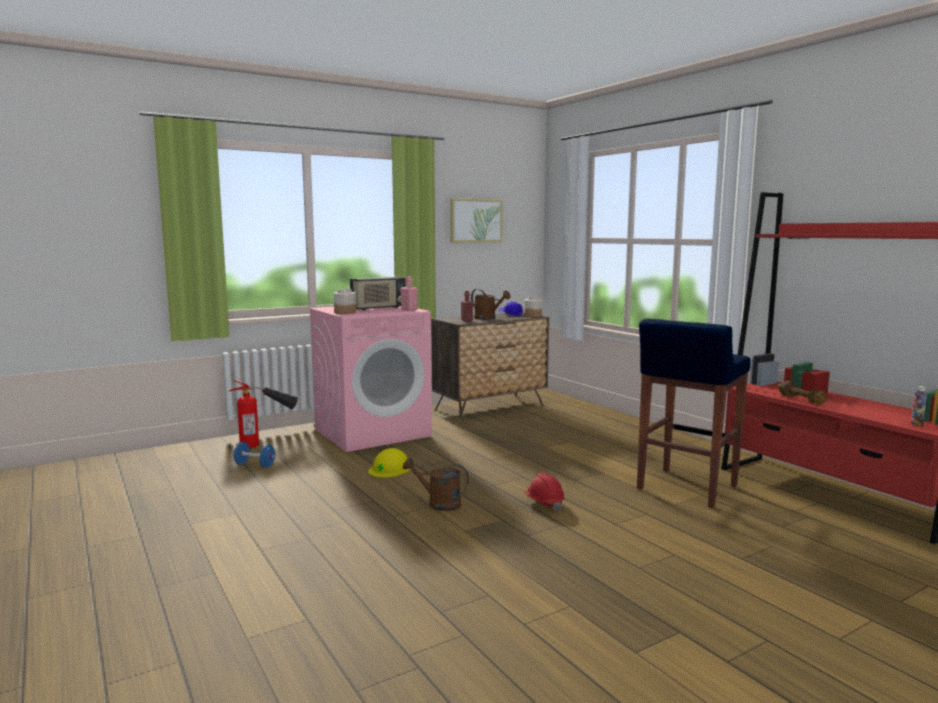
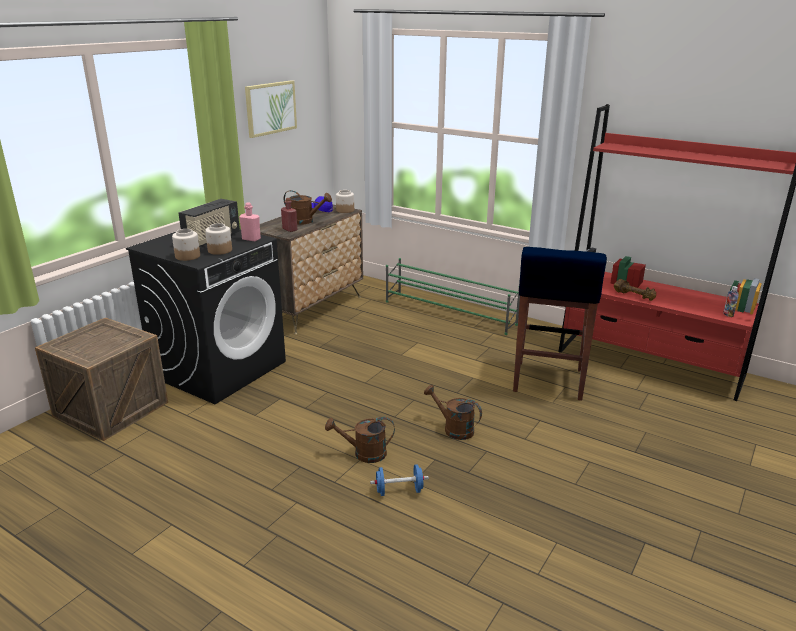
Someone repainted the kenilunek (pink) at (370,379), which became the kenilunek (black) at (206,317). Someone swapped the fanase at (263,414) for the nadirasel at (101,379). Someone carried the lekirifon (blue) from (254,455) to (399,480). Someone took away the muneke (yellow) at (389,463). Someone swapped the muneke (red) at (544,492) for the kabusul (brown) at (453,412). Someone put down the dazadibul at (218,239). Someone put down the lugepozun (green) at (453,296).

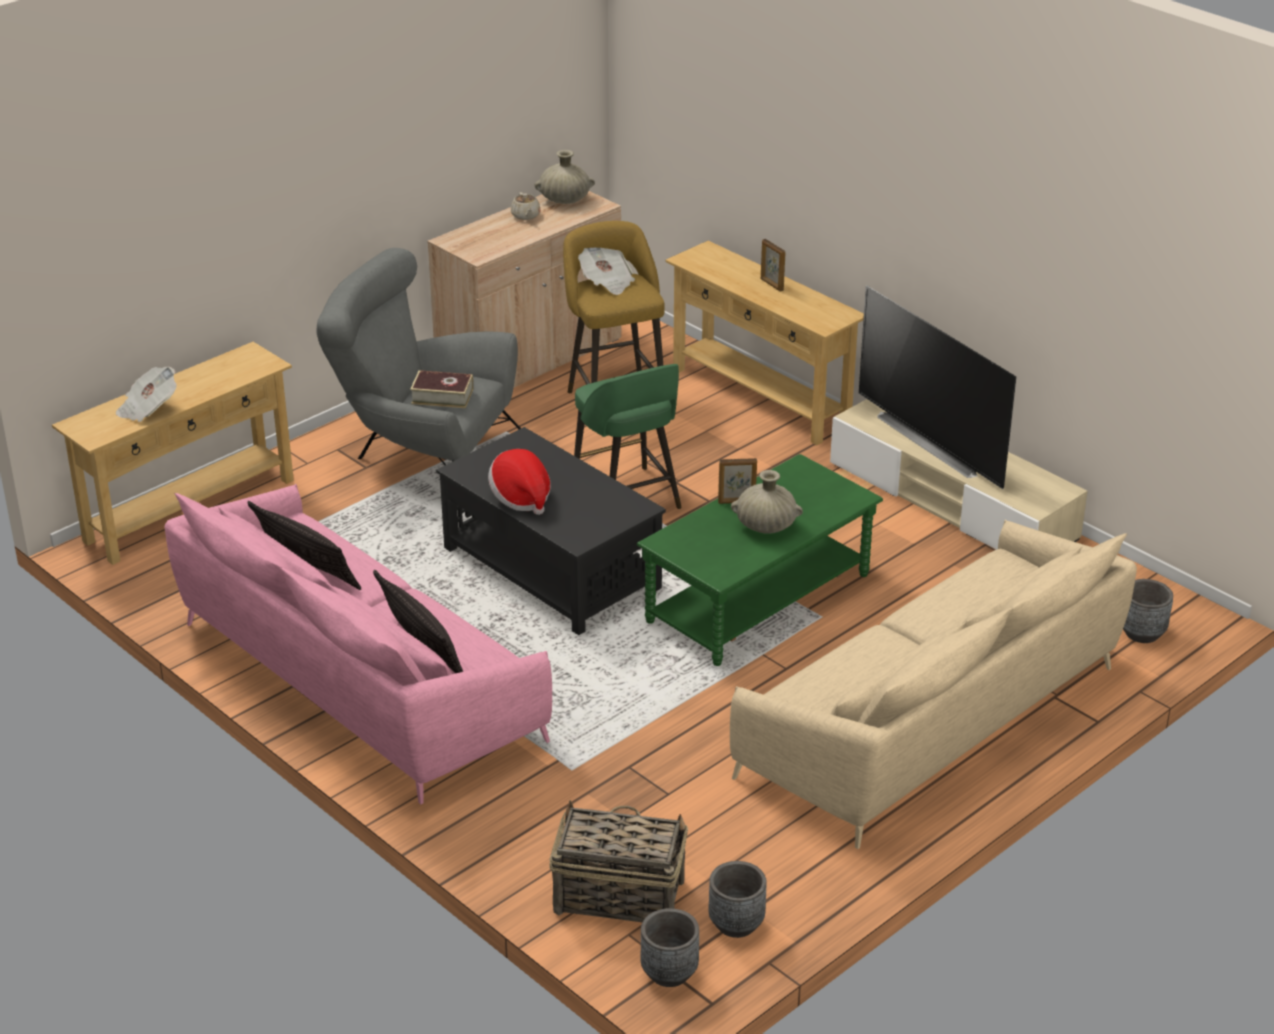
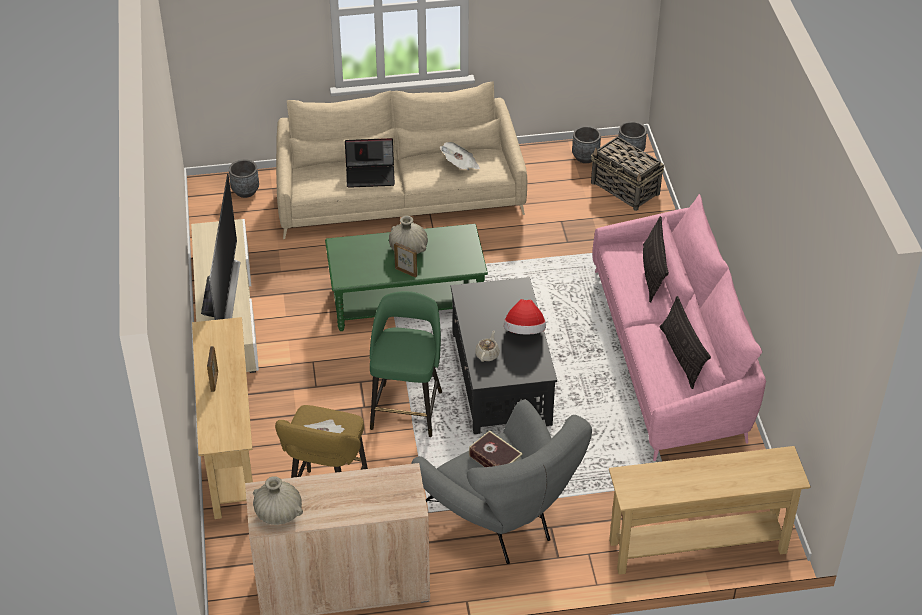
Someone carried the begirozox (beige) from (525,206) to (487,346). Someone carried the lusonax from (146,394) to (460,156). Someone put down the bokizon at (370,163).

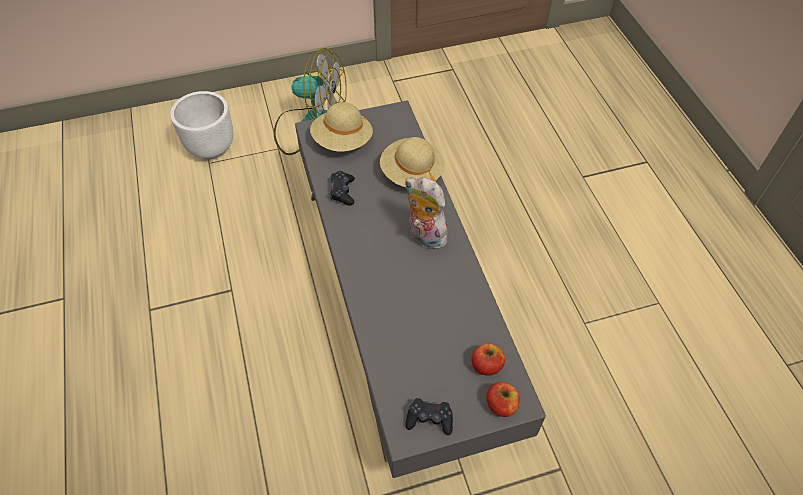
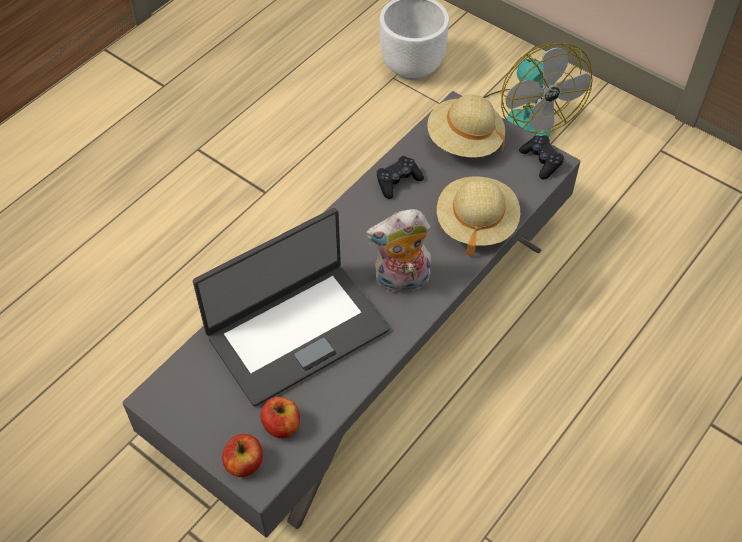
Someone rotated the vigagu at (426,213) by 105 degrees counterclockwise. Someone carried the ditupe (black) from (429,416) to (541,157). Someone put down the bokizon at (291,307).

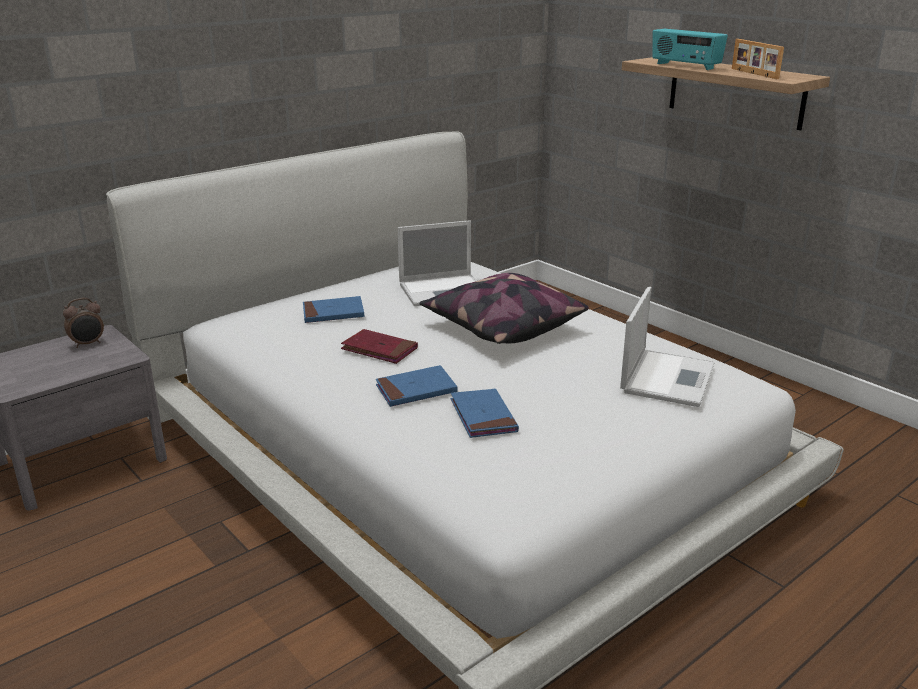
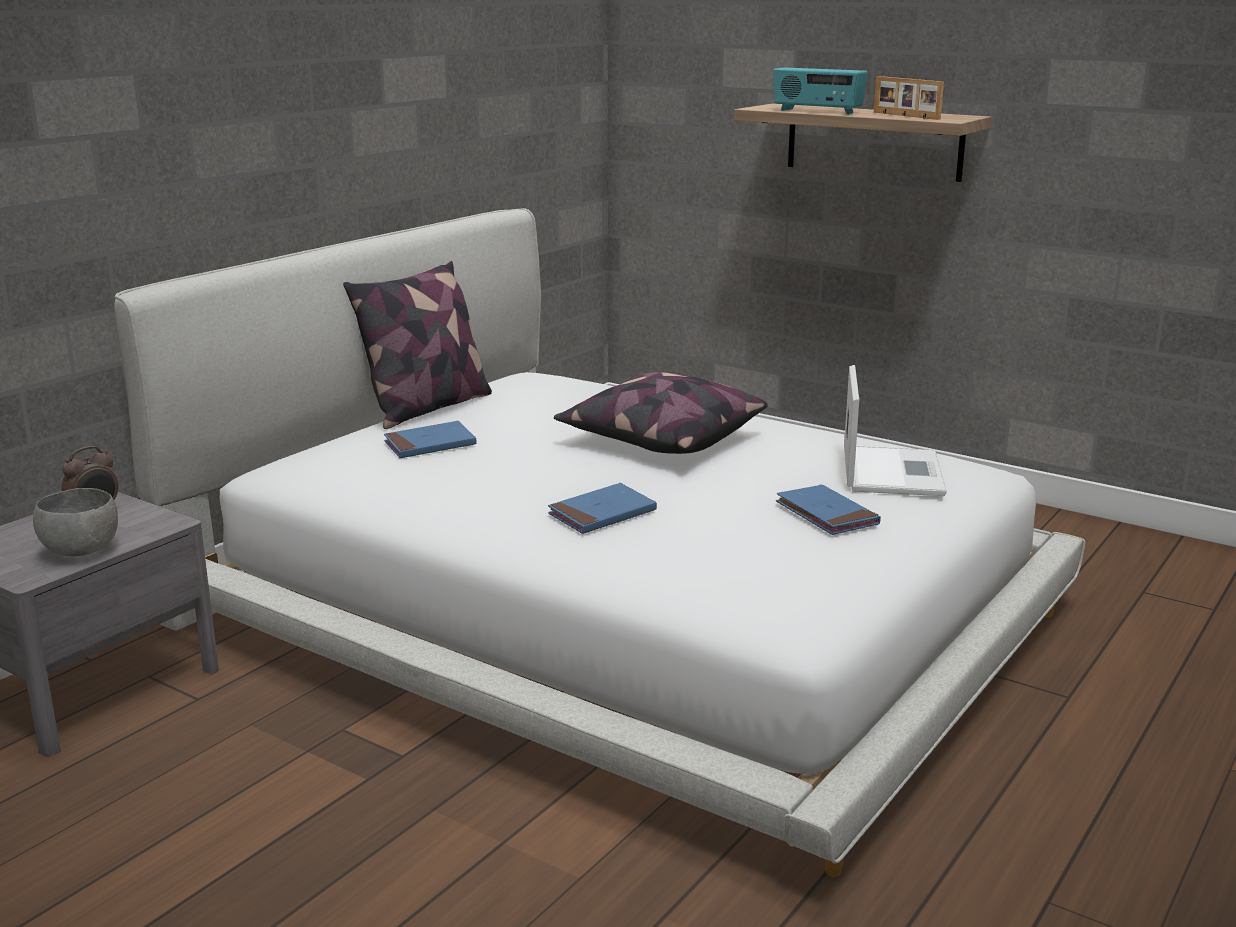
Someone took away the bokizon at (437,263). Someone took away the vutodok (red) at (379,346). Someone carried the vutodok (blue) from (484,413) to (828,510). Someone put down the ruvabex at (417,345). Someone put down the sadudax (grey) at (75,522).

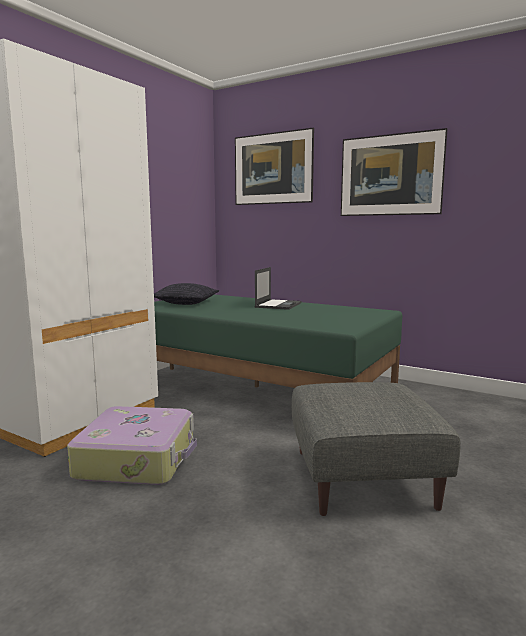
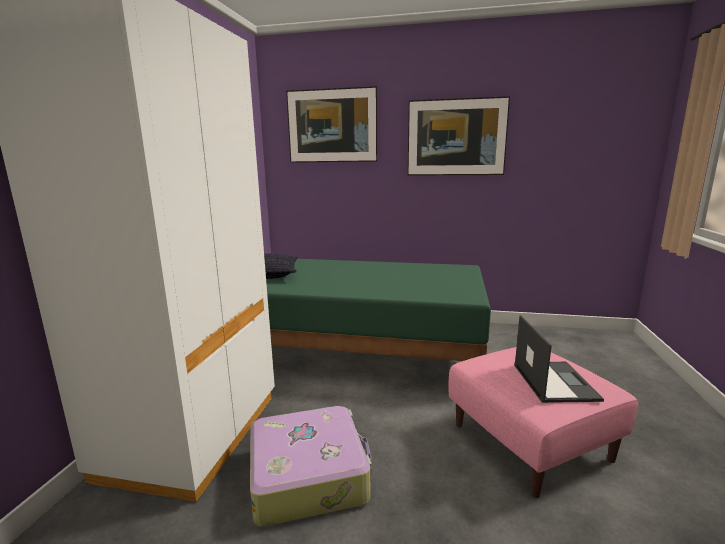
Someone carried the bokizon from (278,288) to (559,359). Someone repainted the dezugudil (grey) at (376,449), which became the dezugudil (pink) at (543,422).

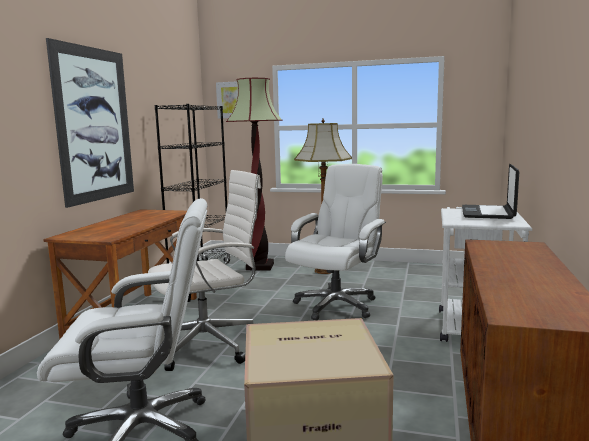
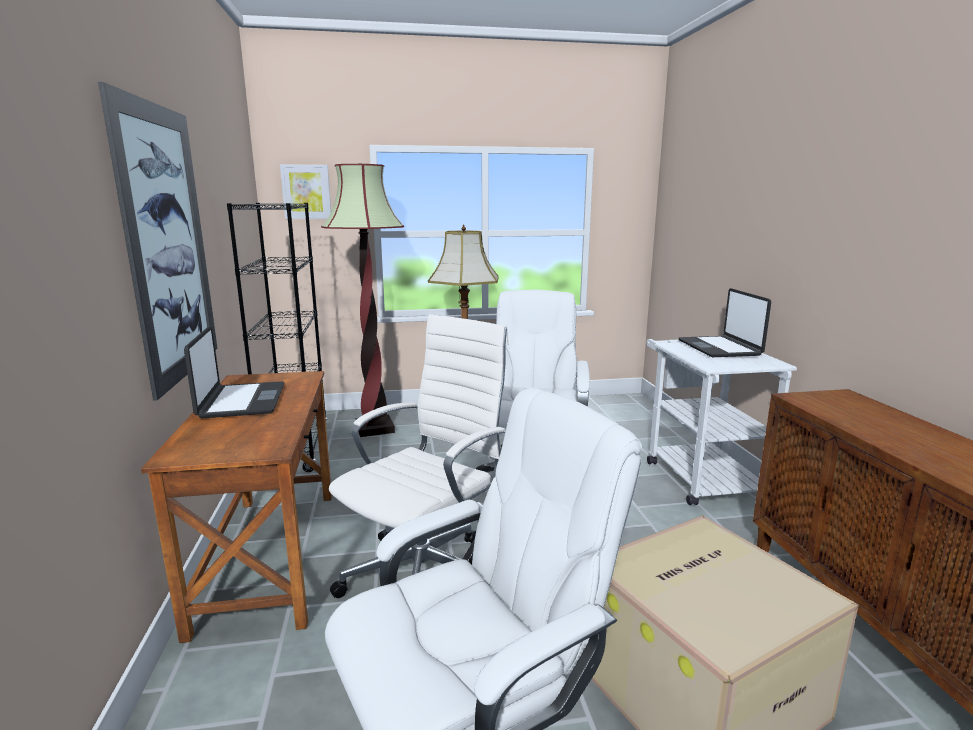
Someone put down the bokizon at (234,372).

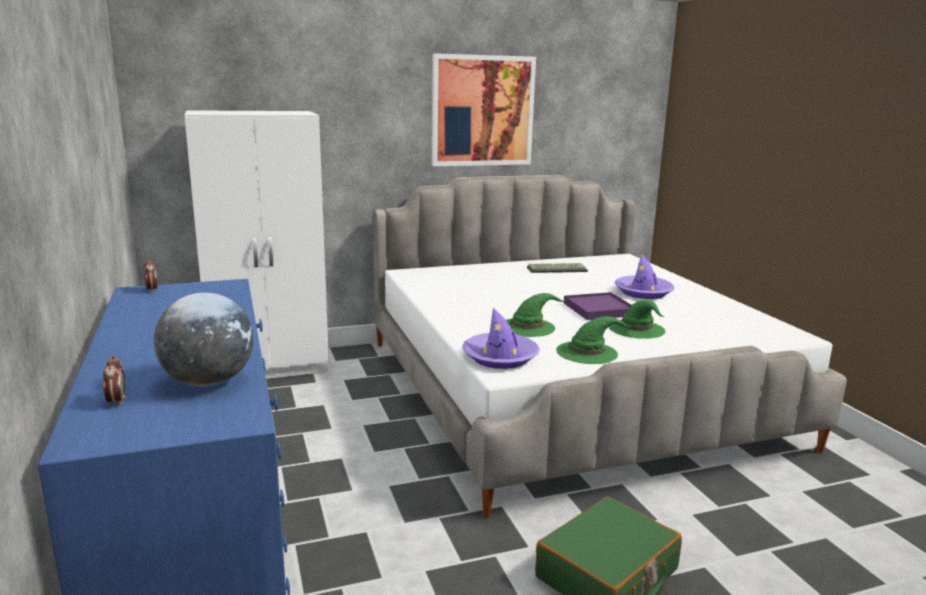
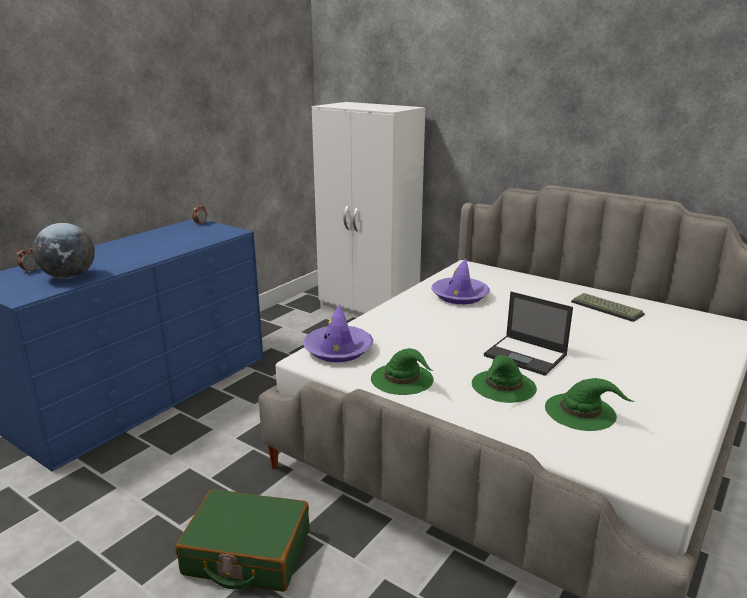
Someone took away the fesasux at (484,109). Someone carried the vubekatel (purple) from (644,276) to (460,281). Someone swapped the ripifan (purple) at (598,306) for the bokizon at (528,334). Someone carried the vubekatel (green) from (536,315) to (590,404).

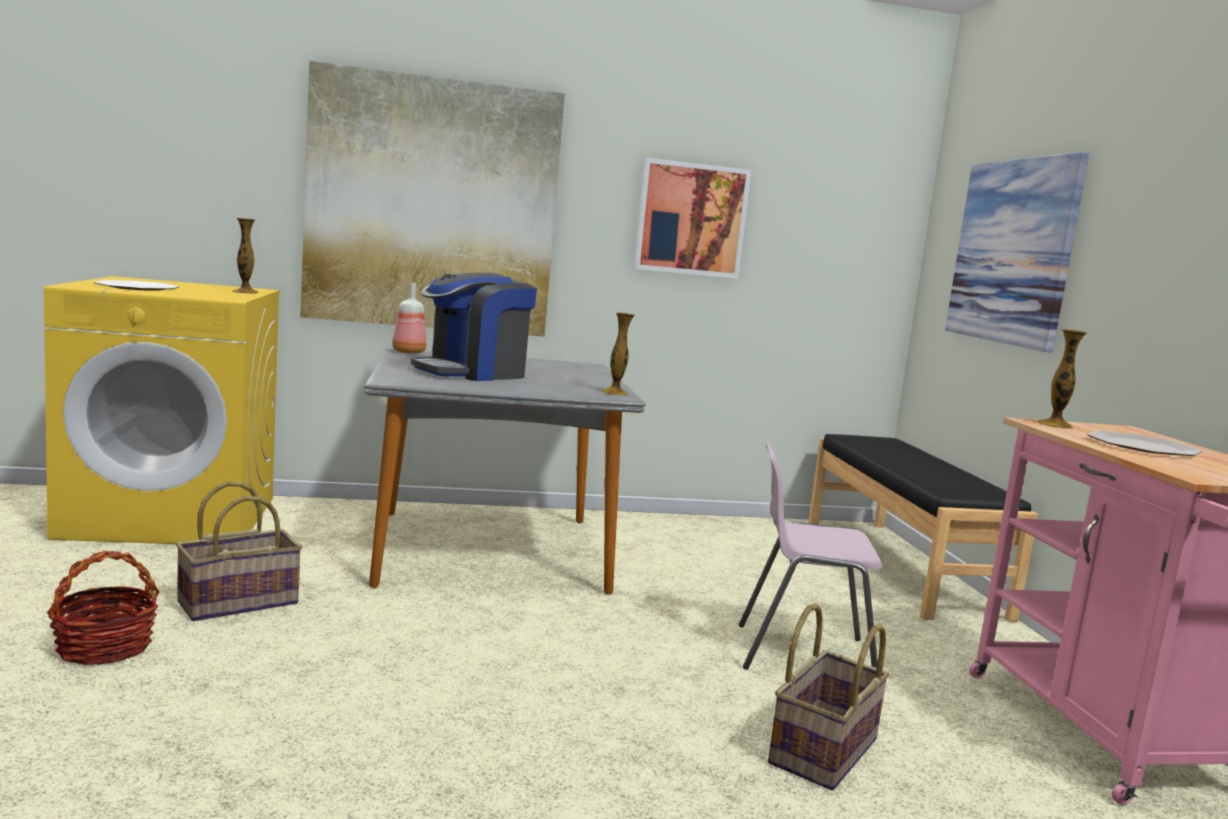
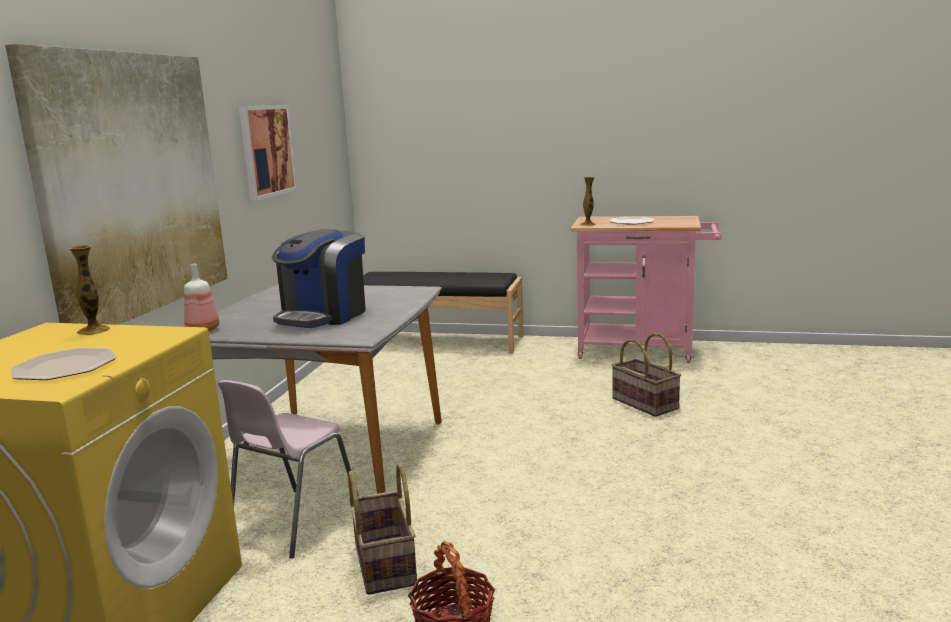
Someone took away the fesasux at (1017,252). Someone rotated the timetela at (474,327) by 45 degrees clockwise. Someone took away the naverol at (618,354). Someone carried the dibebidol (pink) from (810,556) to (288,469).

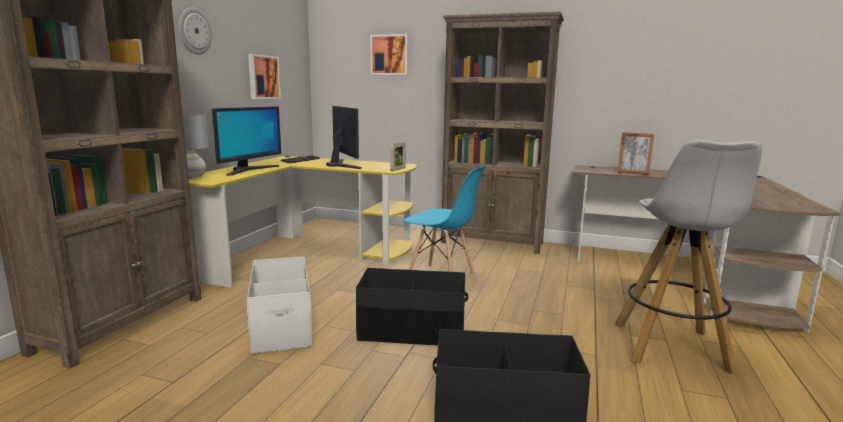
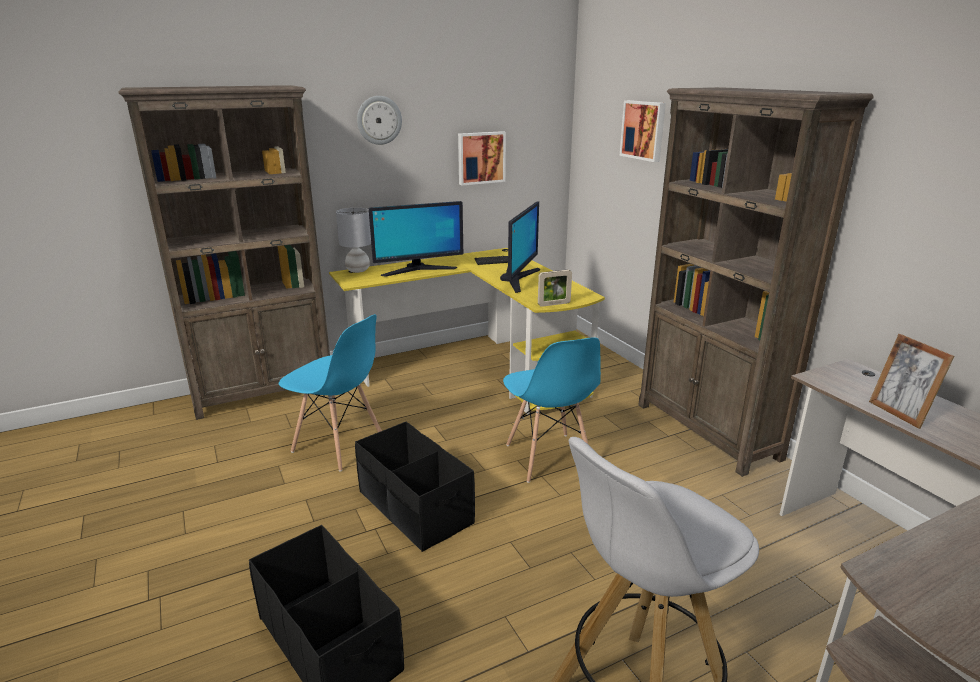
Someone swapped the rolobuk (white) at (280,305) for the dibebidol (blue) at (330,392).

